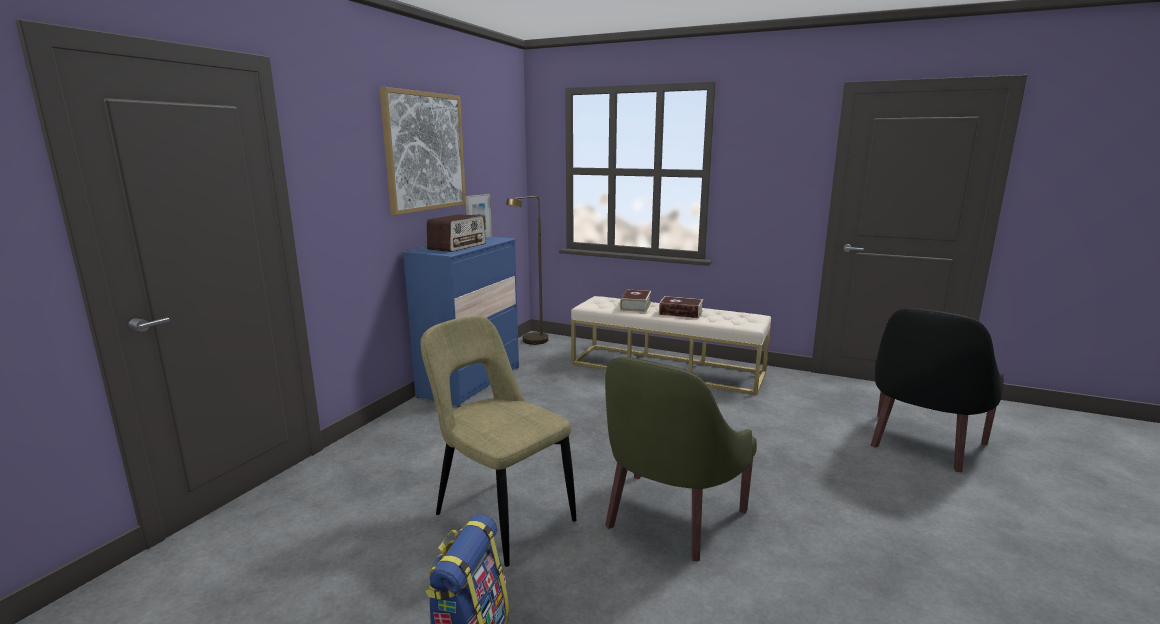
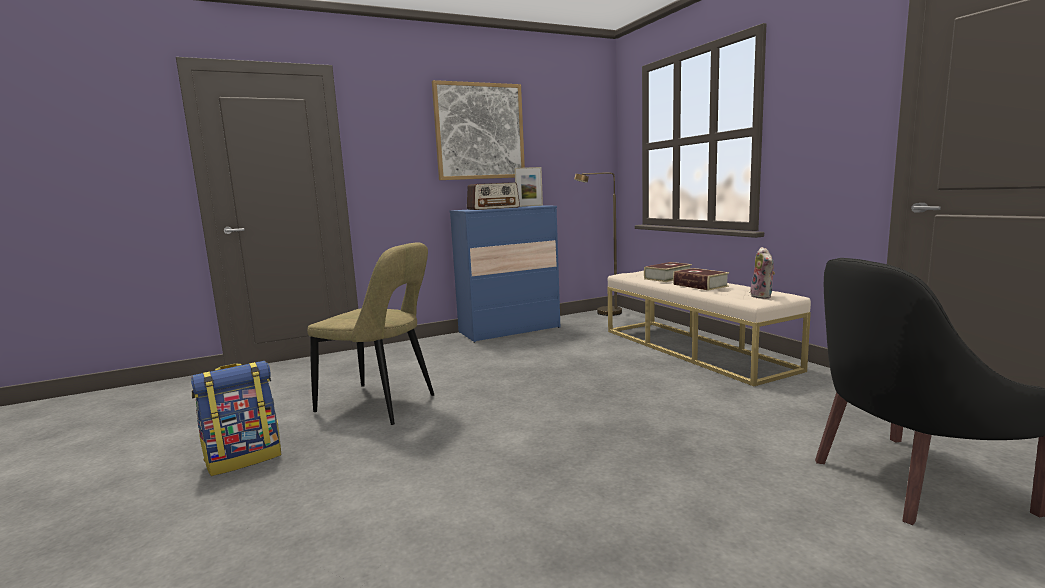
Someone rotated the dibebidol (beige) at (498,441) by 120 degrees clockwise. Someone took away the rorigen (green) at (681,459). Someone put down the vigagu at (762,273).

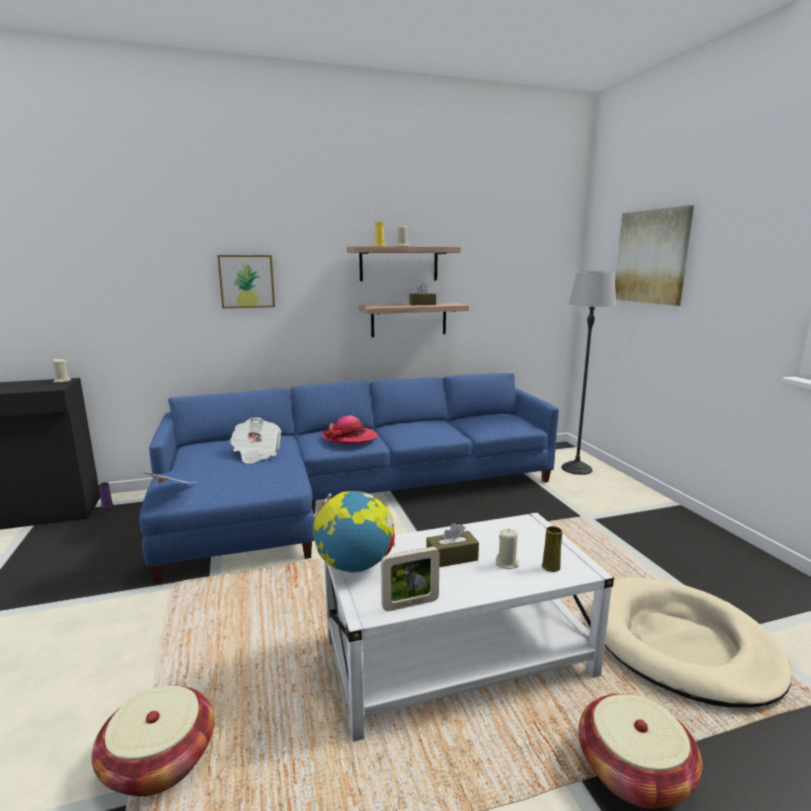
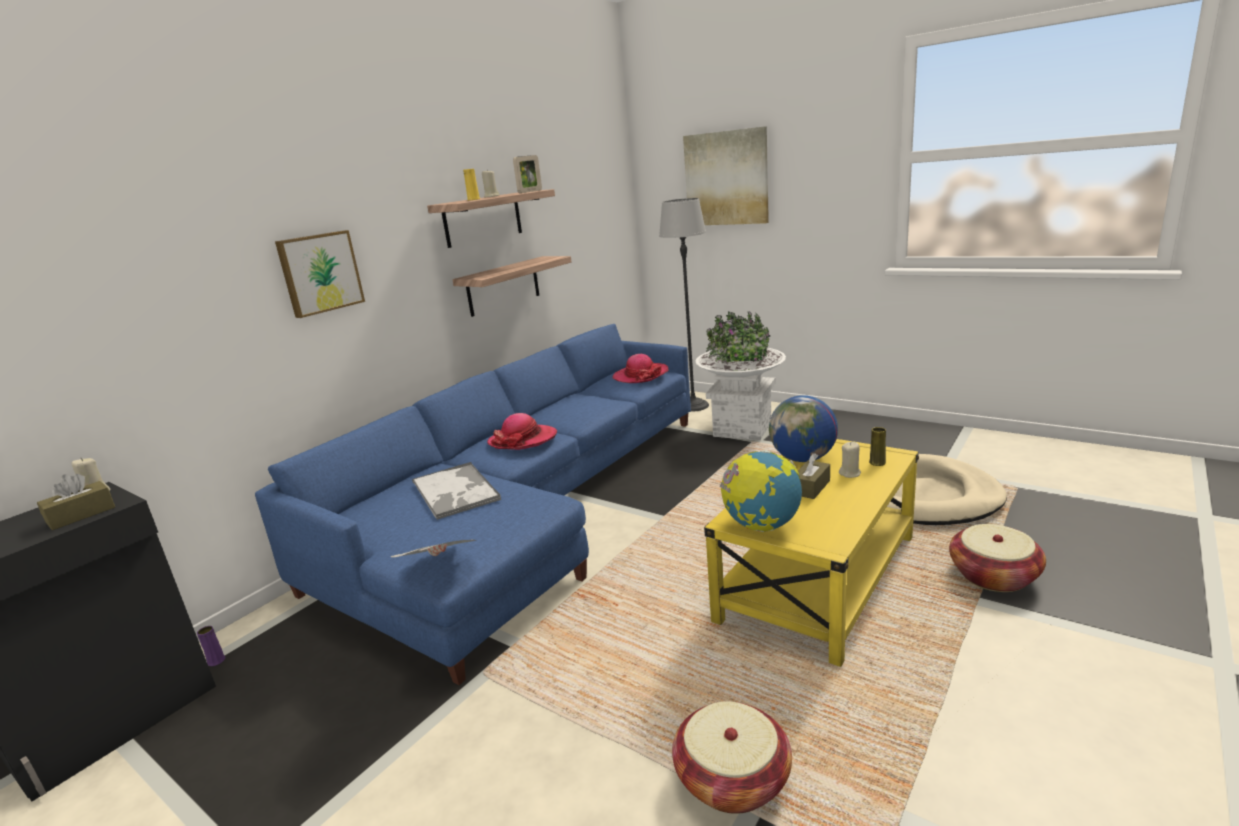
Someone carried the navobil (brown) from (422,294) to (76,502). Someone swapped the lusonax at (256,441) for the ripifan at (456,491). Someone repainted the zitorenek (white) at (469,627), which became the zitorenek (yellow) at (811,553). Someone carried the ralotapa from (410,579) to (527,174). Someone put down the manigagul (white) at (740,376). Someone put down the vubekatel at (640,368). Someone put down the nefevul at (803,428).

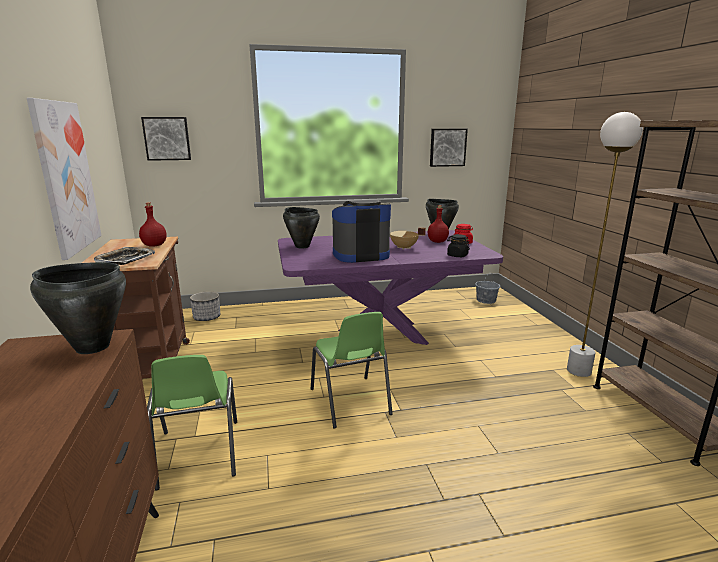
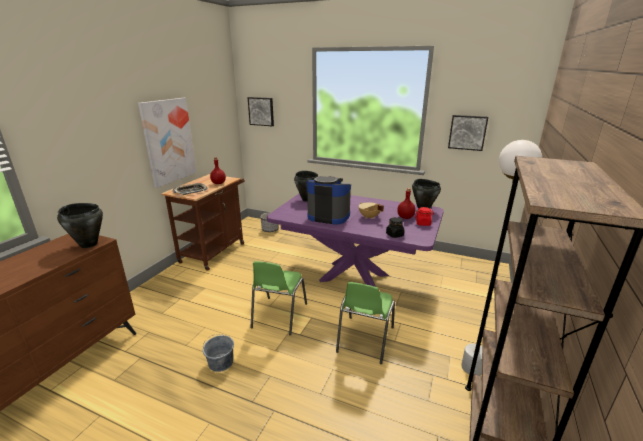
Someone carried the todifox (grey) from (487,290) to (218,353). Someone carried the dibebidol (green) from (192,422) to (365,323).

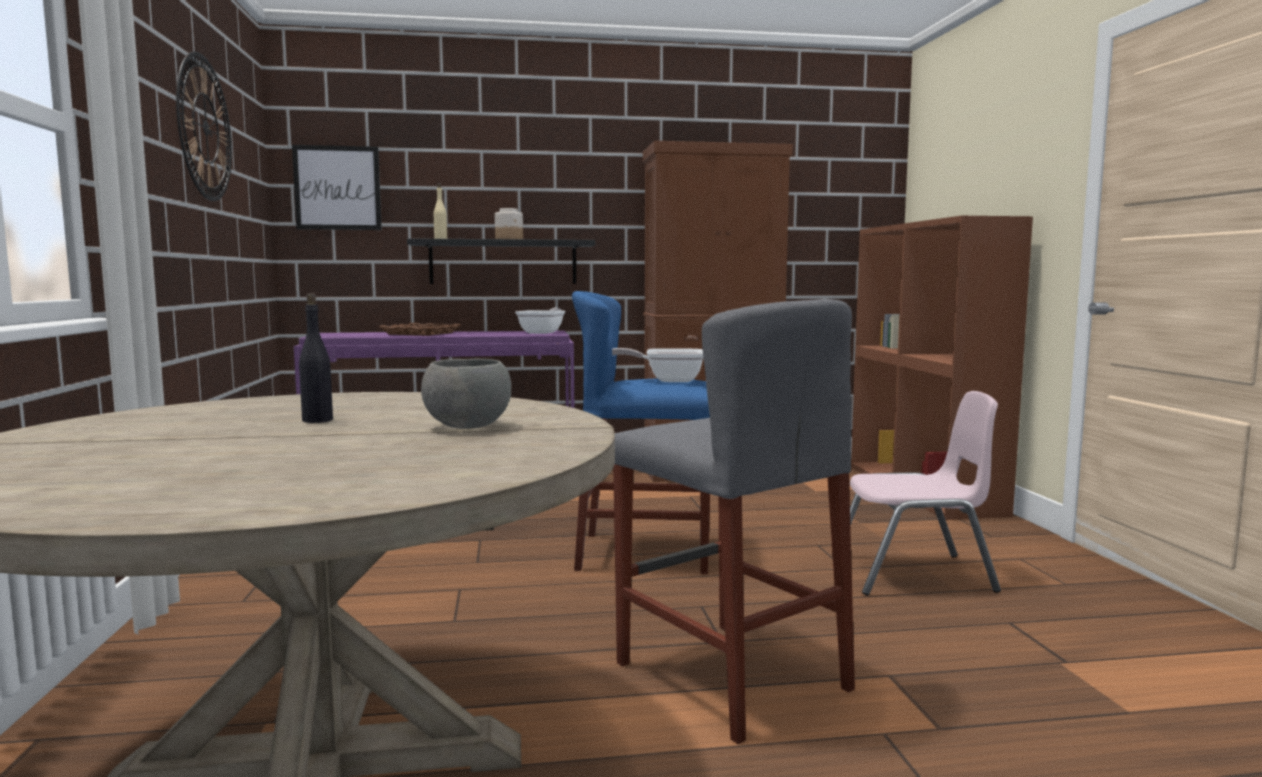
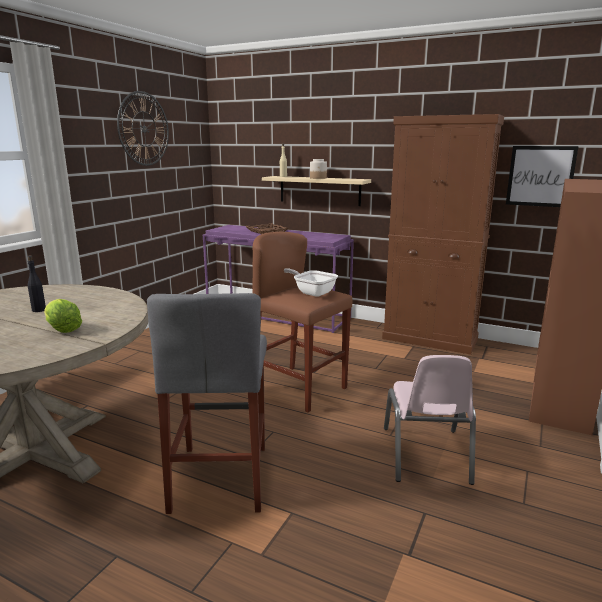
Someone carried the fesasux from (337,187) to (542,176). Someone repainted the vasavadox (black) at (501,261), which became the vasavadox (beige) at (316,191). Someone repainted the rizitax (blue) at (641,432), which became the rizitax (brown) at (302,322). Someone took away the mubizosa at (540,321). Someone swapped the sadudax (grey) at (466,394) for the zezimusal at (63,316). Someone rotated the dibebidol (pink) at (925,493) by 60 degrees clockwise.

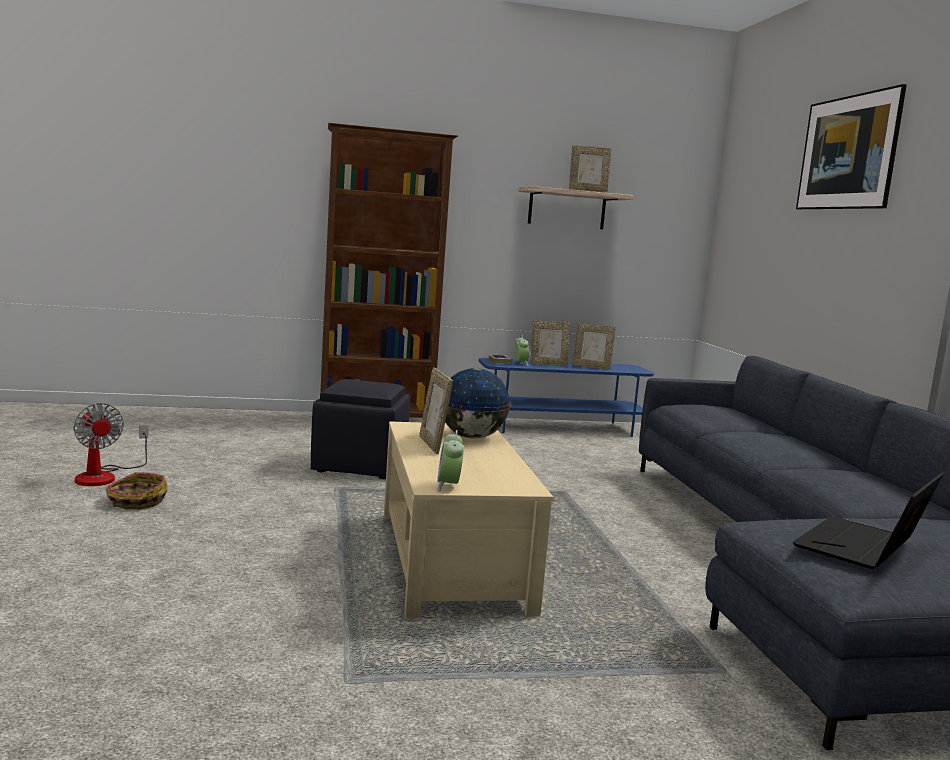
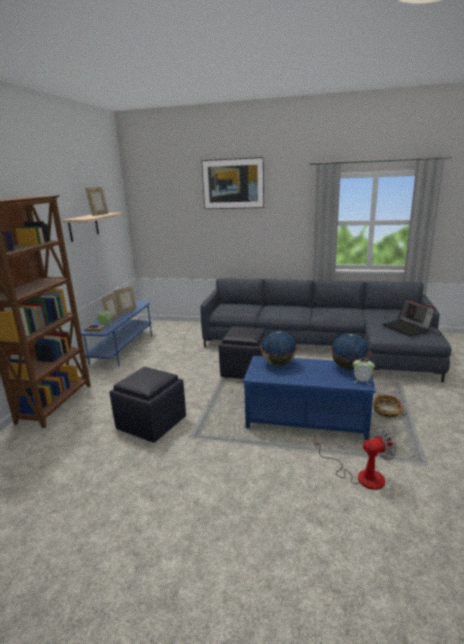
Someone took away the ralotapa at (436,410). Someone carried the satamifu from (110,444) to (355,458). Someone repainted the zitorenek (beige) at (468,519), which became the zitorenek (blue) at (309,398). Someone carried the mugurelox from (136,490) to (390,406). Someone put down the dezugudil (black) at (243,353). Someone put down the nefevul at (350,351).

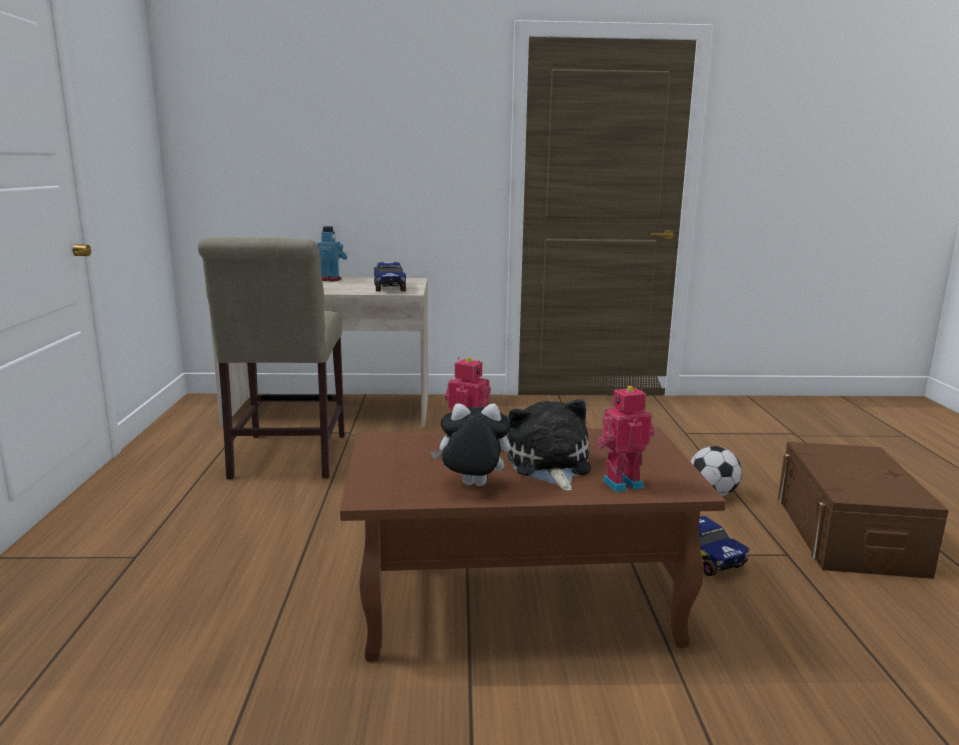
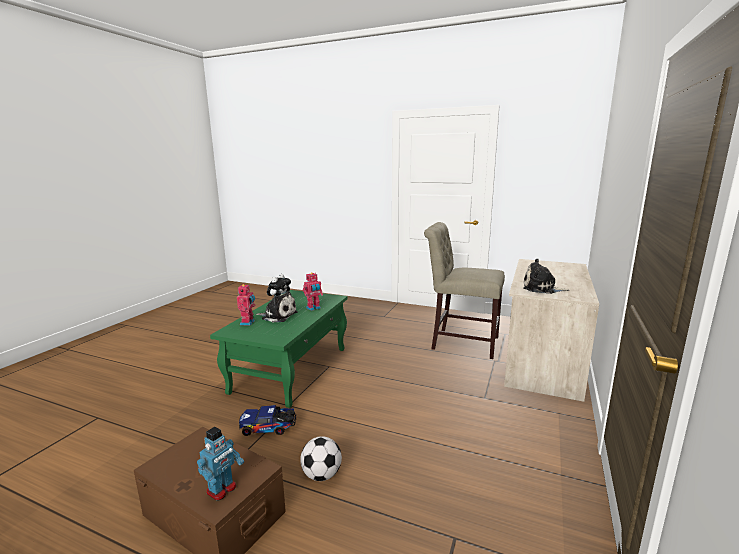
Someone carried the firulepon from (331,254) to (220,464). Someone swapped the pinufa at (390,277) for the vigagu at (546,276). Someone repainted the zitorenek (brown) at (533,544), which became the zitorenek (green) at (279,349).

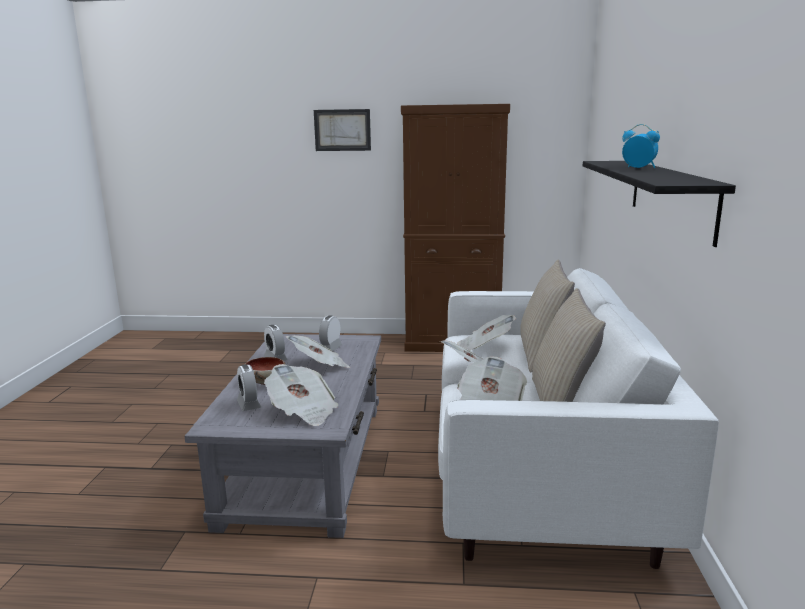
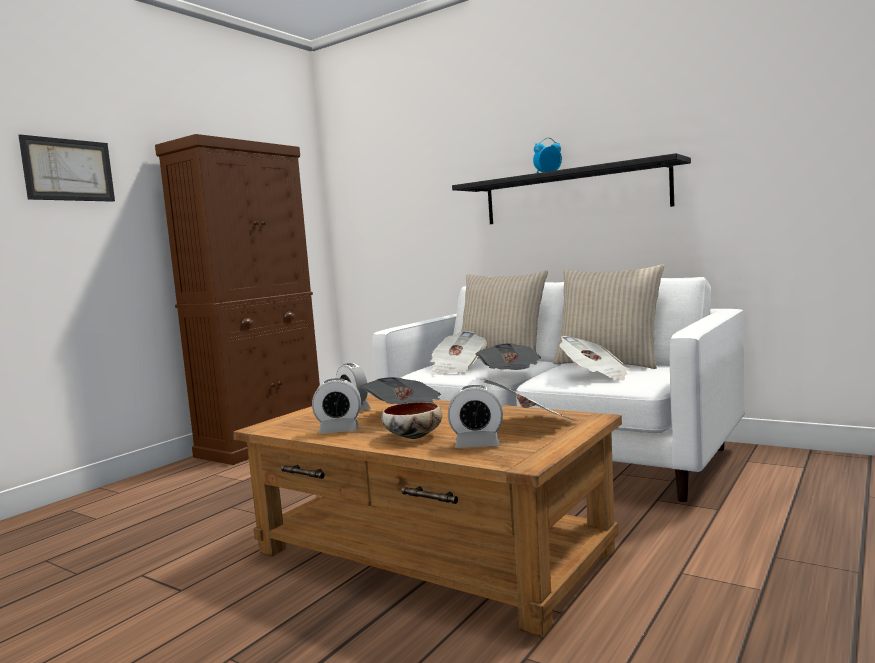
Someone repainted the zitorenek (grey) at (283,436), which became the zitorenek (brown) at (427,515).

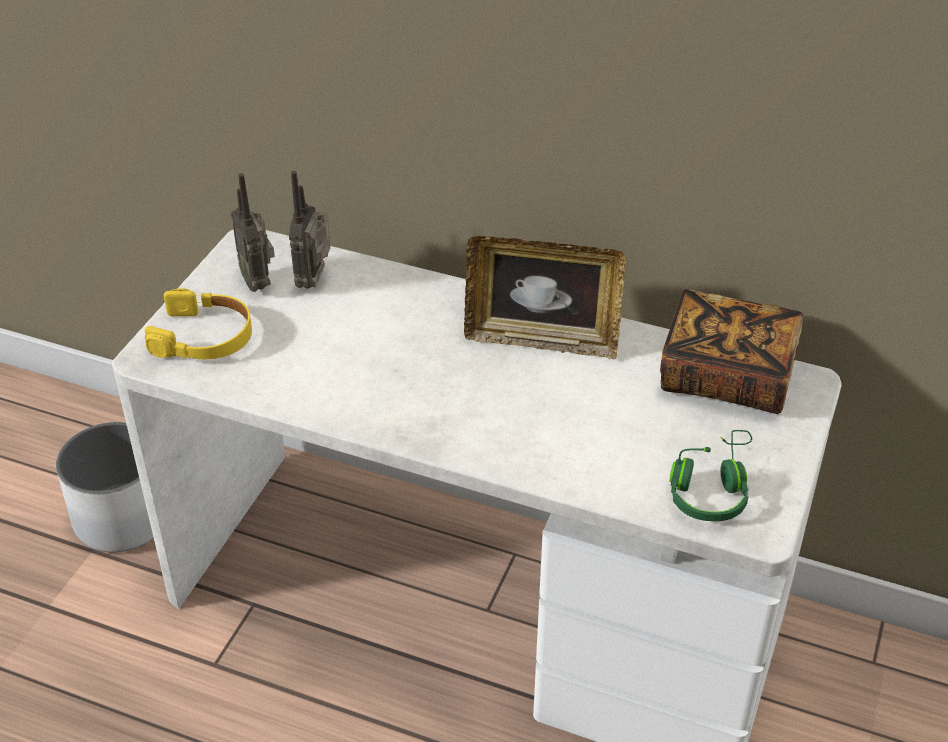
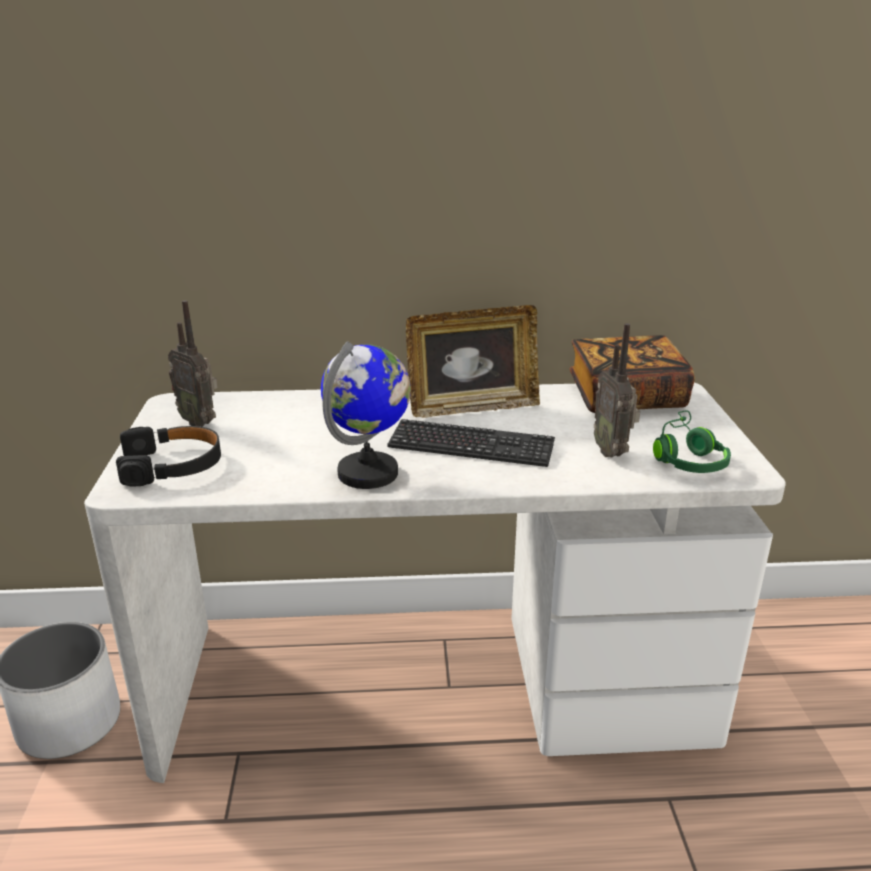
Someone carried the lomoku from (309,230) to (617,390). Someone repainted the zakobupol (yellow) at (198,323), which became the zakobupol (black) at (168,456). Someone put down the nefevul at (366,415). Someone put down the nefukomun at (471,443).

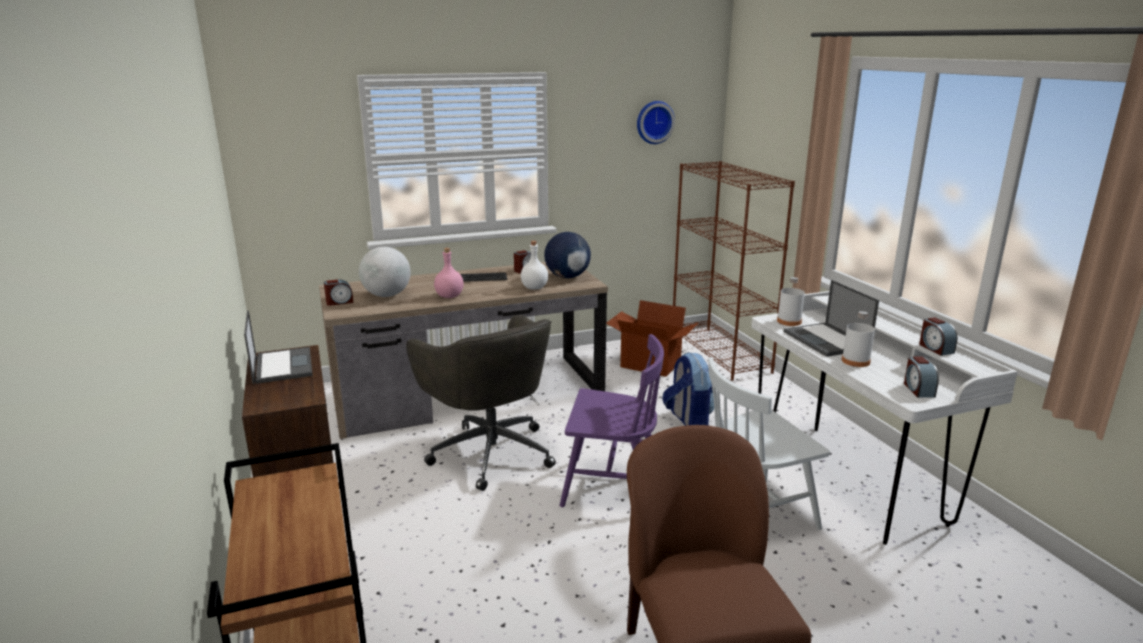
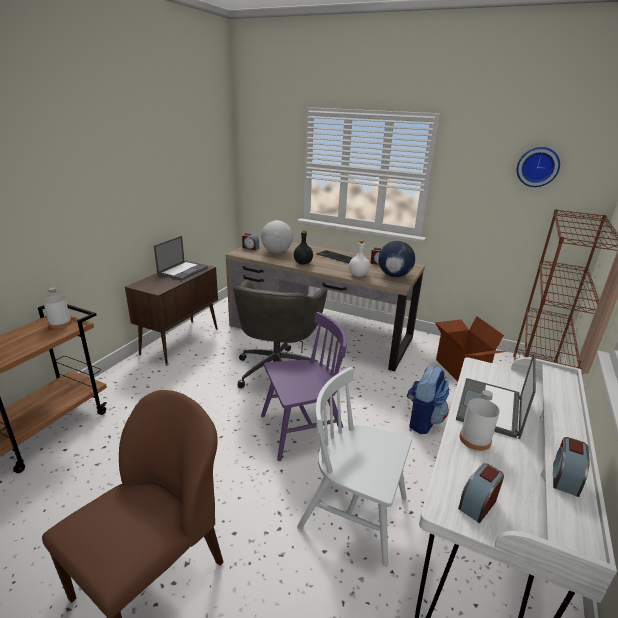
Someone repainted the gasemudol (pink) at (449,273), which became the gasemudol (black) at (303,247). Someone carried the gasemudol (white) from (791,301) to (57,308). Someone rotated the dibebidol (purple) at (612,420) by 75 degrees counterclockwise.

